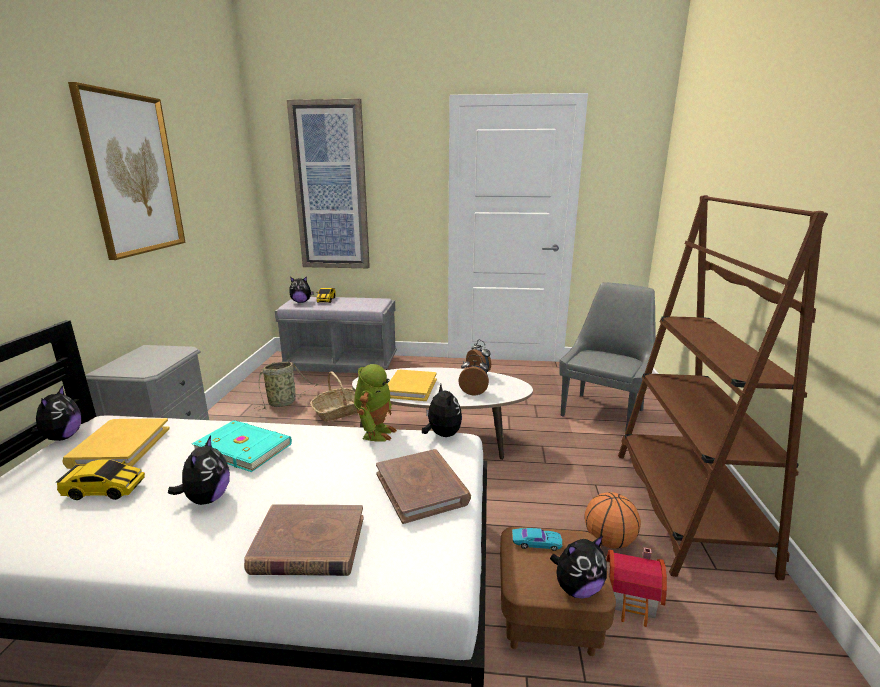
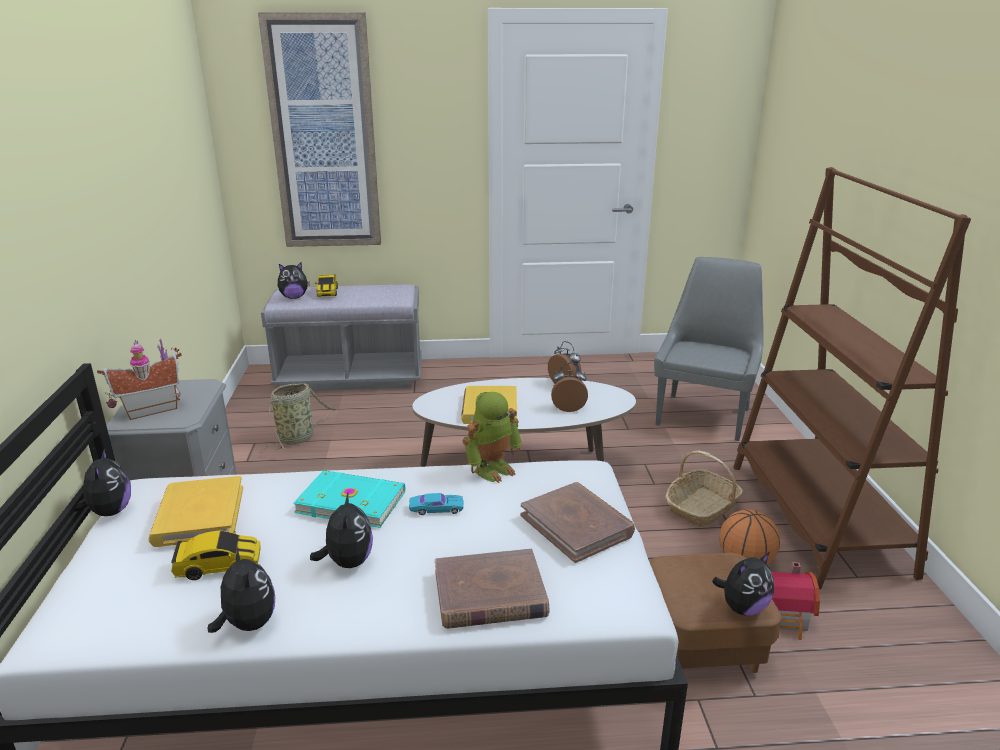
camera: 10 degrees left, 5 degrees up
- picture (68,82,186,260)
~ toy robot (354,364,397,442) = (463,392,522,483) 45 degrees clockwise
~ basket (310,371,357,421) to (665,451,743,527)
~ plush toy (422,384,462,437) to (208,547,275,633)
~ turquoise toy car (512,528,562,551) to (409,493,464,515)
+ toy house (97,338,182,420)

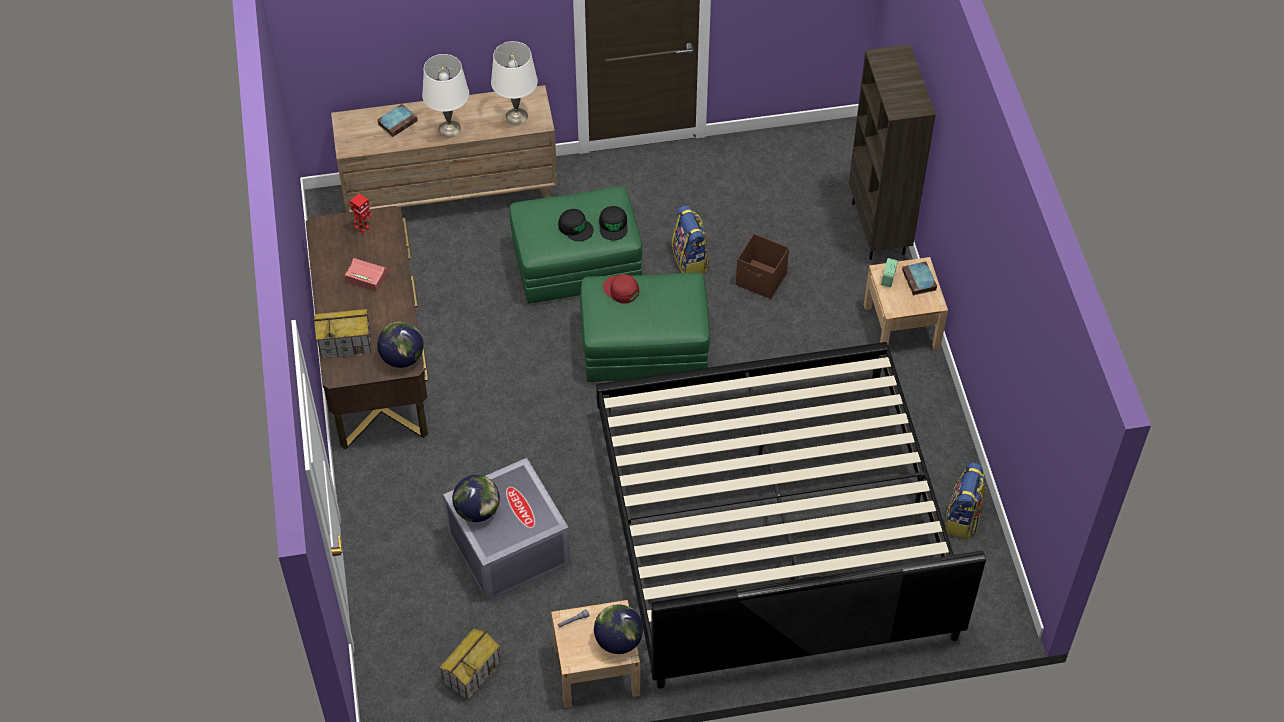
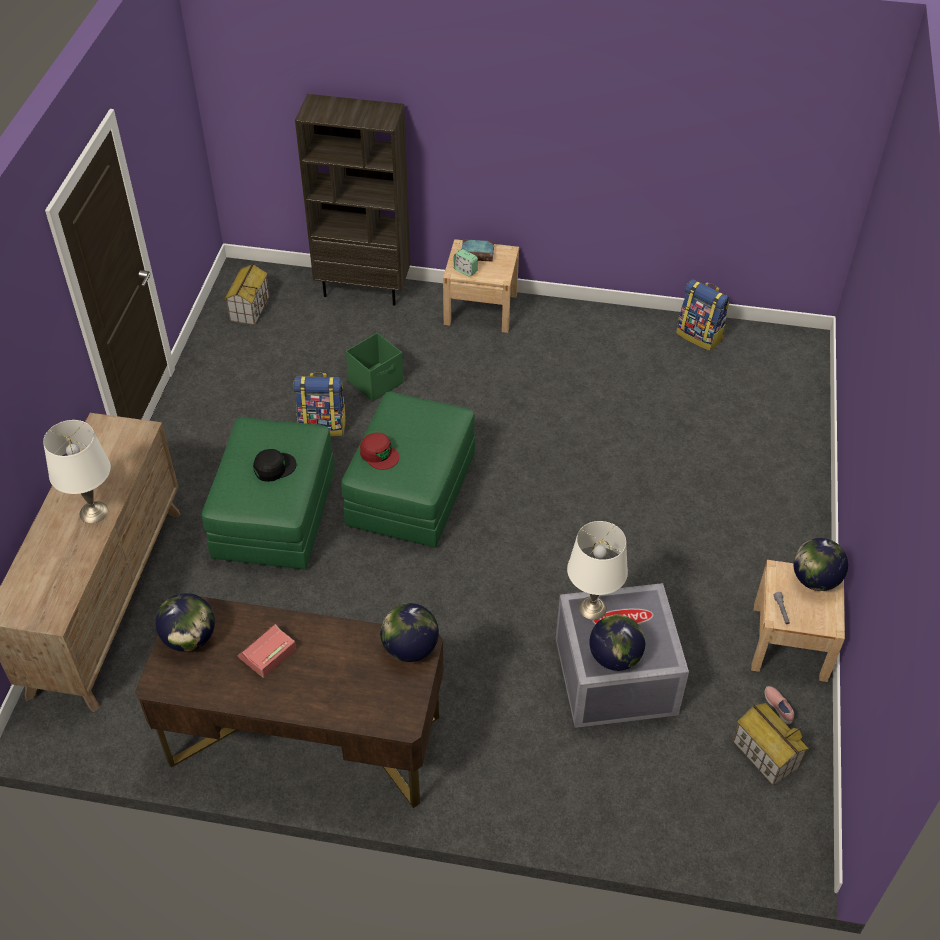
camera: 70 degrees left, 5 degrees down
~ white table lamp (491,41,538,125) to (567,521,628,620)
- book (377,104,418,137)
~ toy robot (350,193,373,233) to globe (155,593,215,652)
- black cap (599,206,628,240)
~ brown storage box (736,234,789,299) to green storage box (346,333,404,402)
~ red cap (603,274,639,304) = (360,433,400,470) 105 degrees counterclockwise
~ toy house (313,309,372,359) to (225,263,270,325)
- bed (596,342,986,689)
+ pink shoe (765,686,794,724)

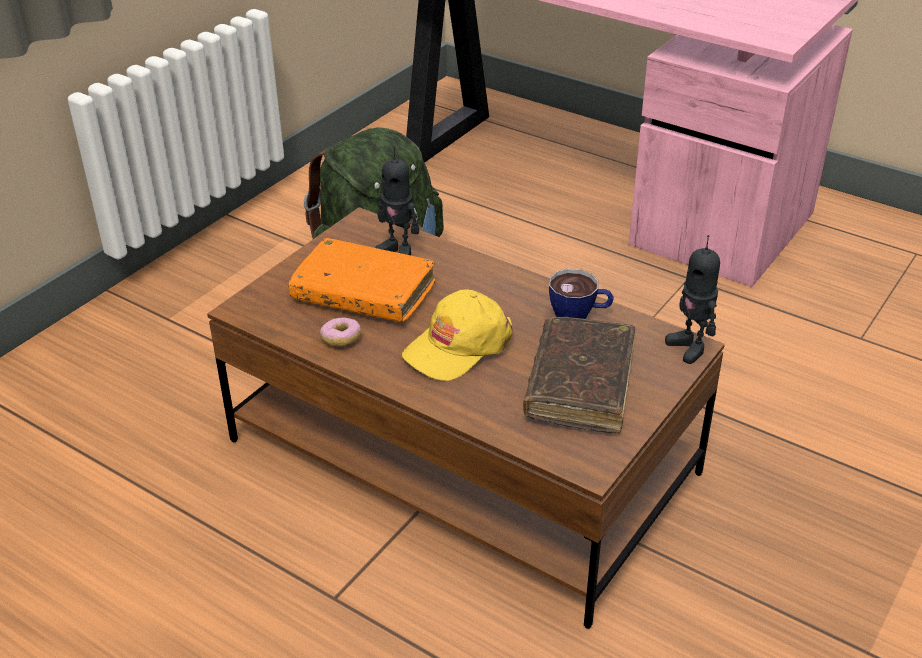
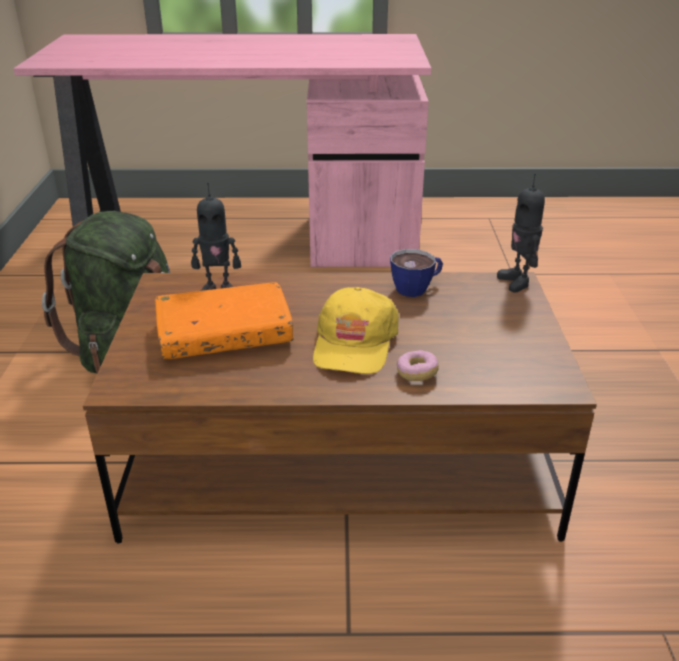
camera: 35 degrees left, 5 degrees down
~ toy robot (665,235,720,364) = (497,173,545,293) 45 degrees clockwise
~ donut (320,317,361,346) to (397,350,439,381)
- brown book (523,317,635,434)

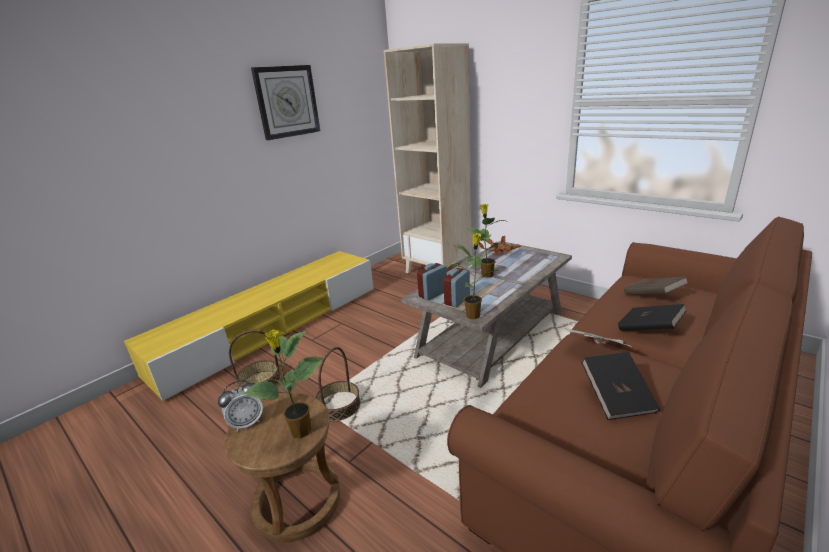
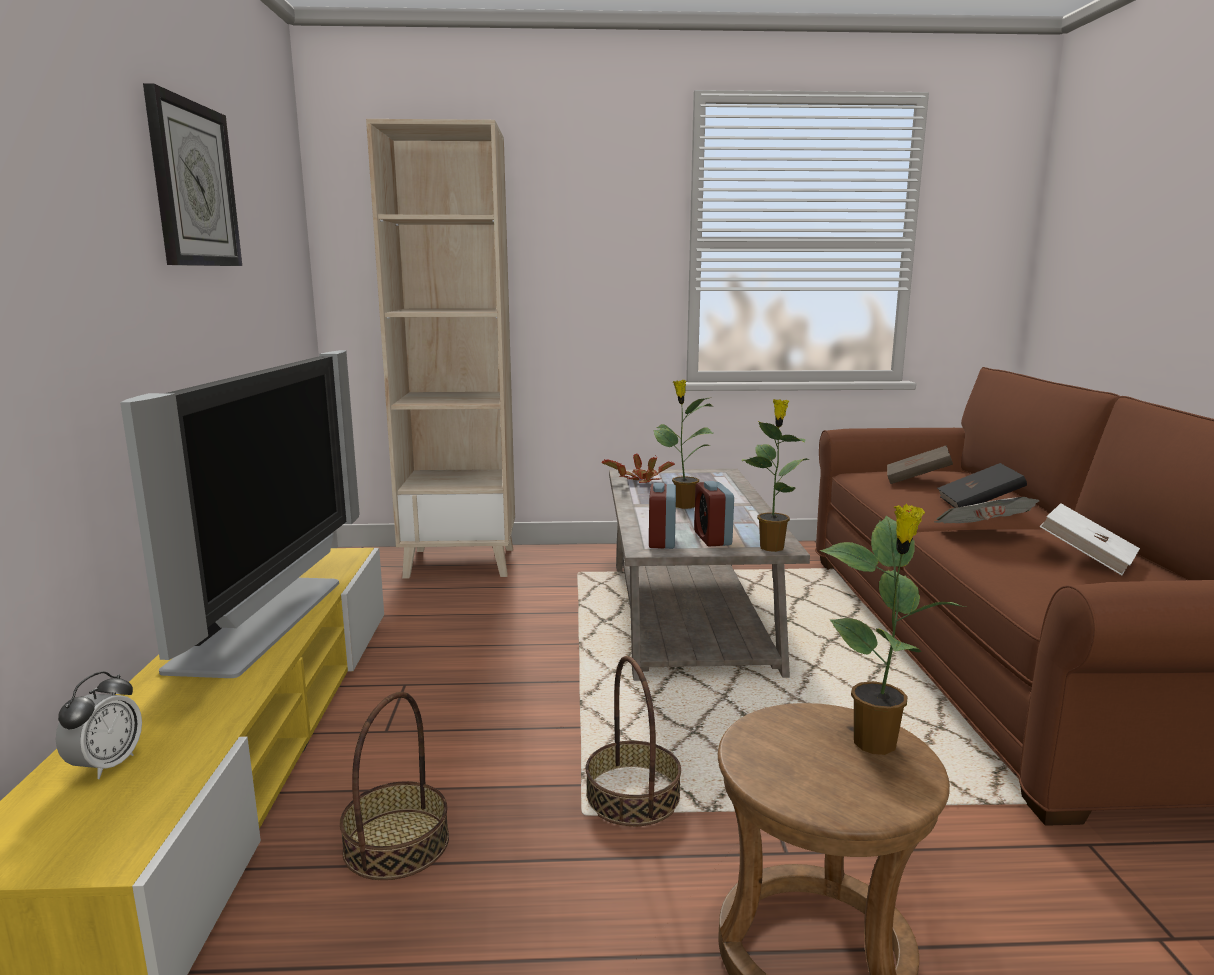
camera: 45 degrees left, 10 degrees down
~ black book (582,352,660,420) to white book (1039,503,1140,575)
~ alarm clock (218,380,263,432) to (56,671,142,779)
+ television (120,350,360,678)

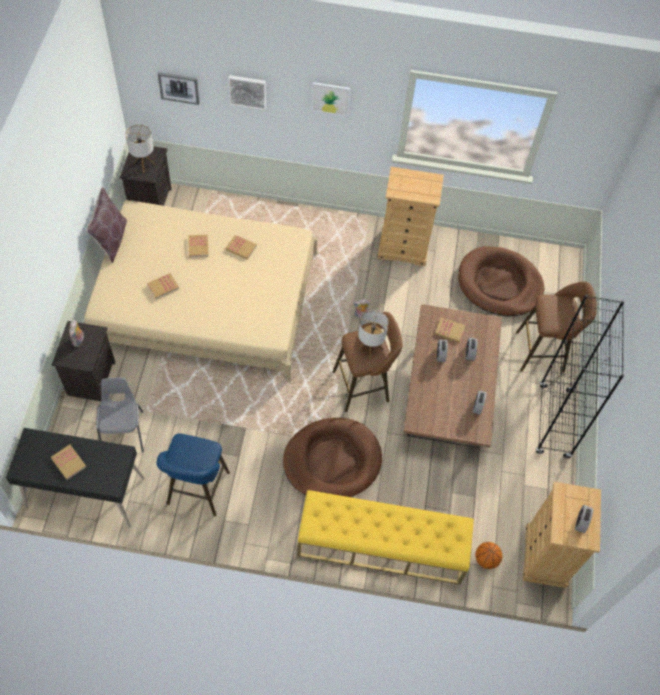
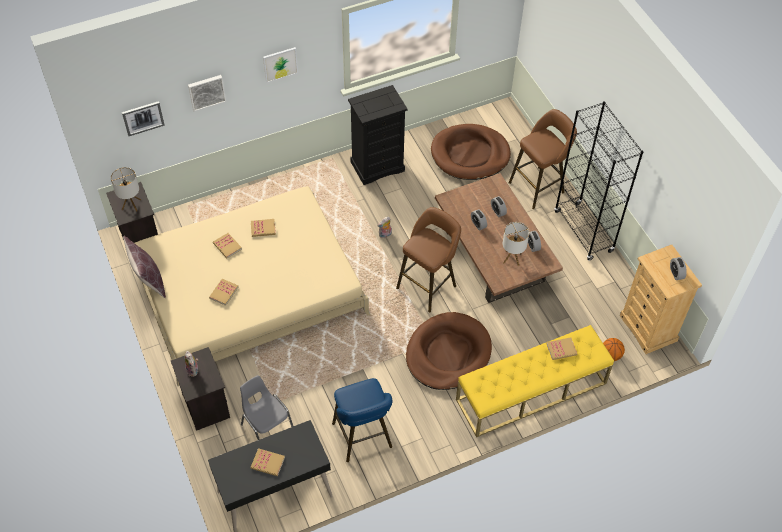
camera: 30 degrees left, 5 degrees down
~ beige dresser (377,167,444,266) to black dresser (348,85,408,185)
~ table lamp (358,310,389,359) to (502,222,530,266)
~ book (435,317,466,343) to (547,337,577,360)

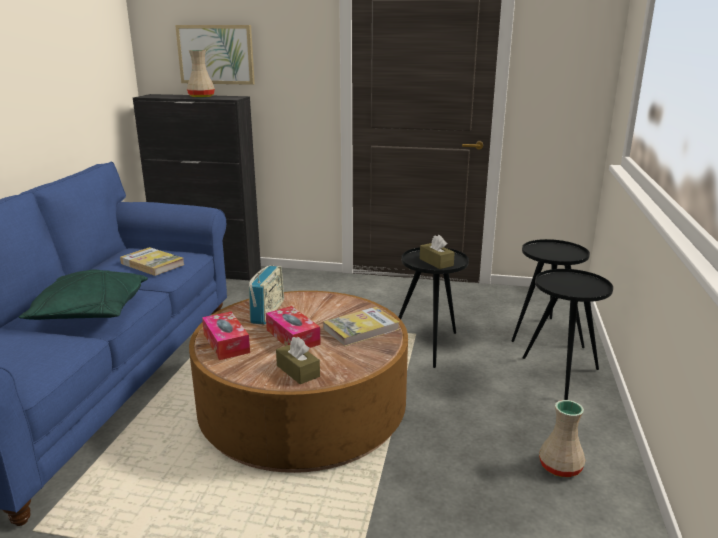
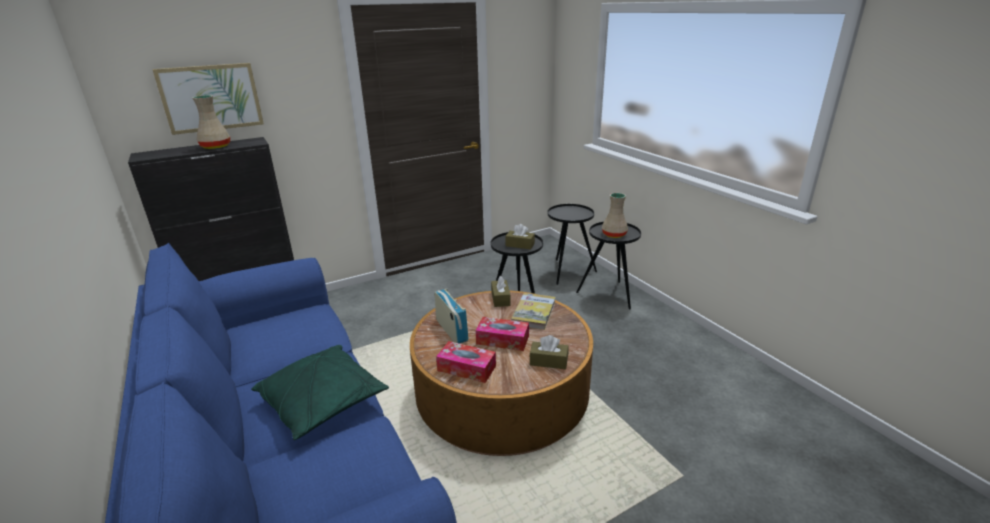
camera: 40 degrees left, 5 degrees up
- book (120,247,184,276)
~ beige vase (539,400,585,477) to (602,193,628,238)
+ brown tissue box (491,276,511,307)

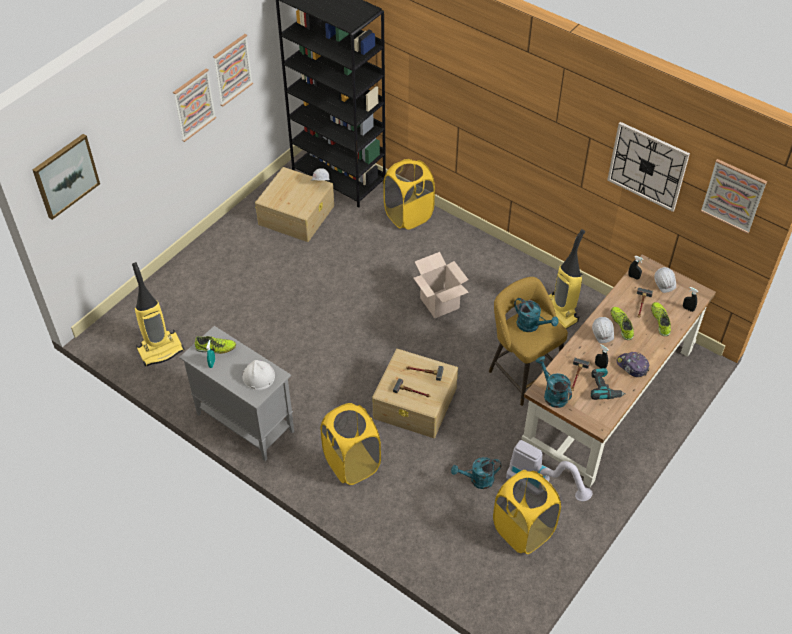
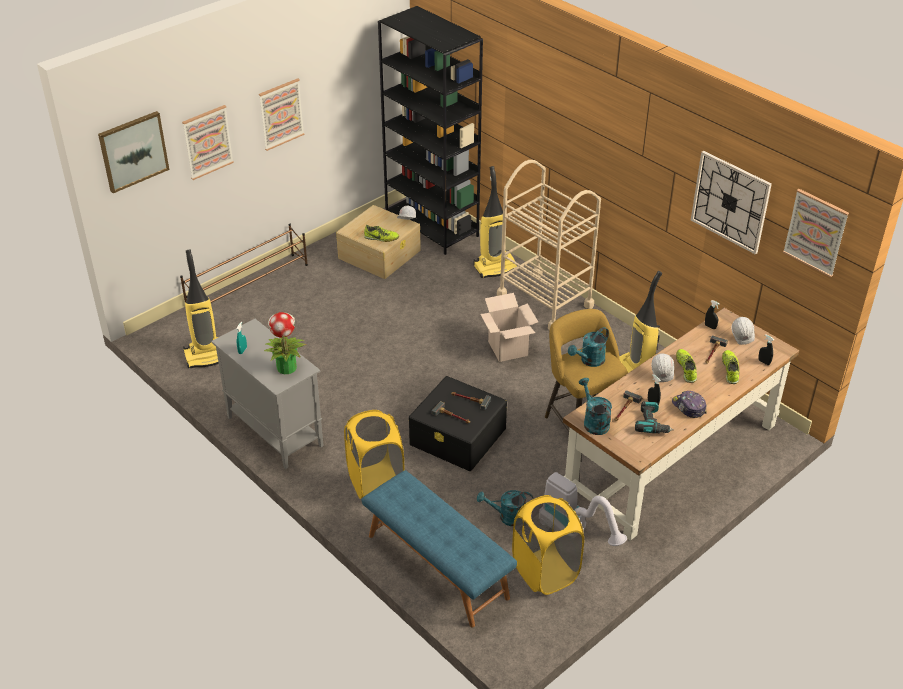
camera: 10 degrees right, 10 degrees down
~ picture (213,34,253,106) to (182,105,234,180)
~ yellow laundry basket (383,159,435,230) to vacuum cleaner (474,166,517,278)
~ turquoise watering can (514,298,559,332) = (568,327,609,367) 90 degrees clockwise
~ shoe (195,336,236,354) to (364,225,399,242)
~ beige storage box (372,349,458,438) to black storage box (409,376,507,471)
~ white hard hat (242,360,275,390) to potted plant (264,312,306,374)
+ beige cart (497,160,601,331)
+ brown shoe rack (180,224,308,303)
+ blue bench (362,470,517,628)

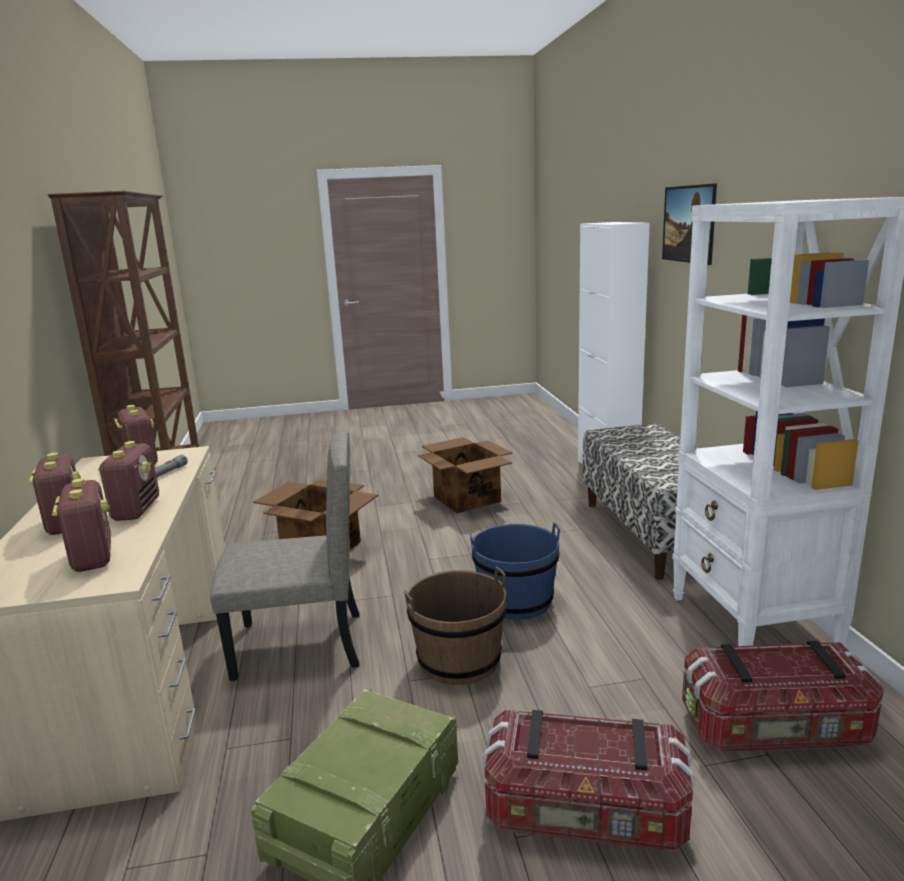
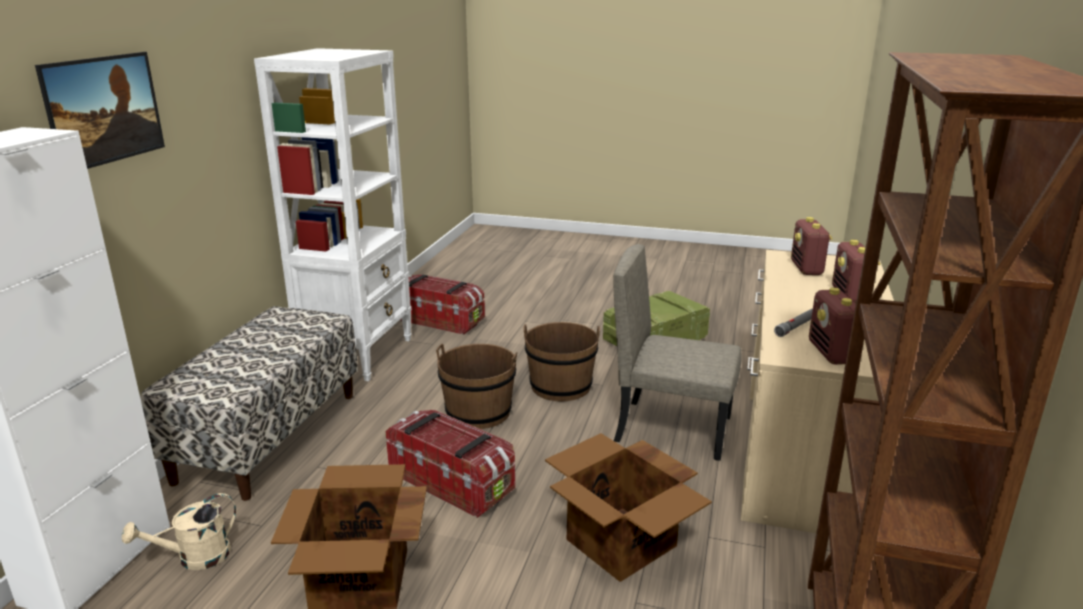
camera: 155 degrees left, 5 degrees up
- radio (98,441,159,521)
~ blue bucket (470,522,560,620) to brown bucket (436,344,517,429)
~ storage box (483,710,695,851) to (386,410,515,518)
+ beige watering can (122,493,236,570)

